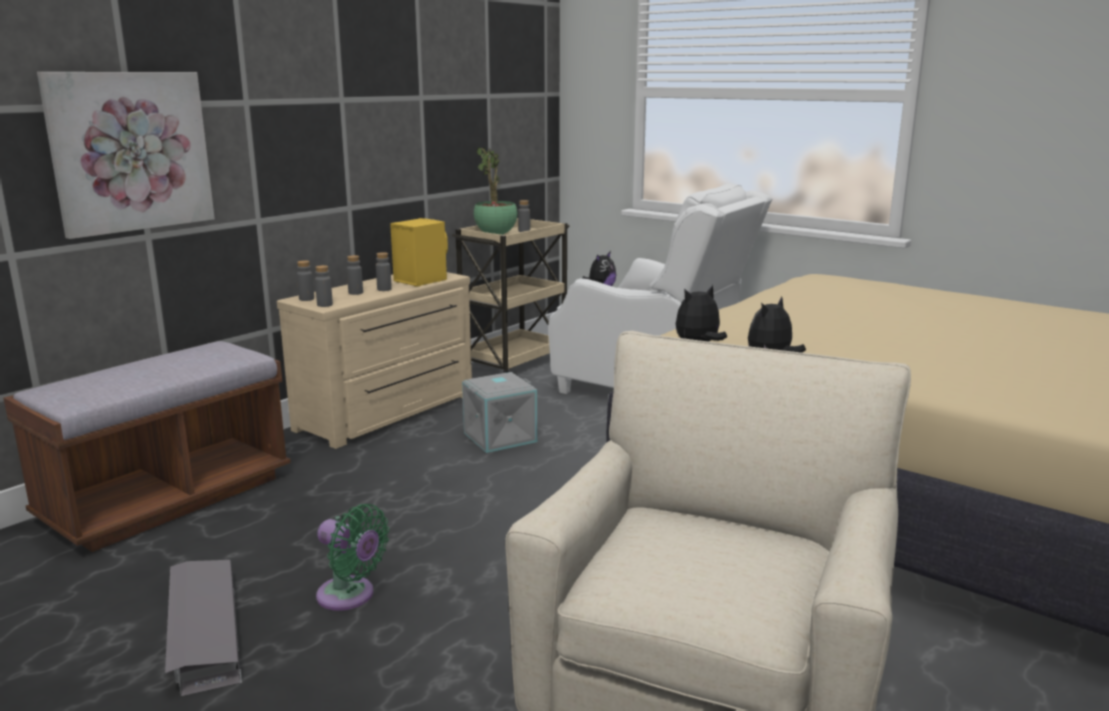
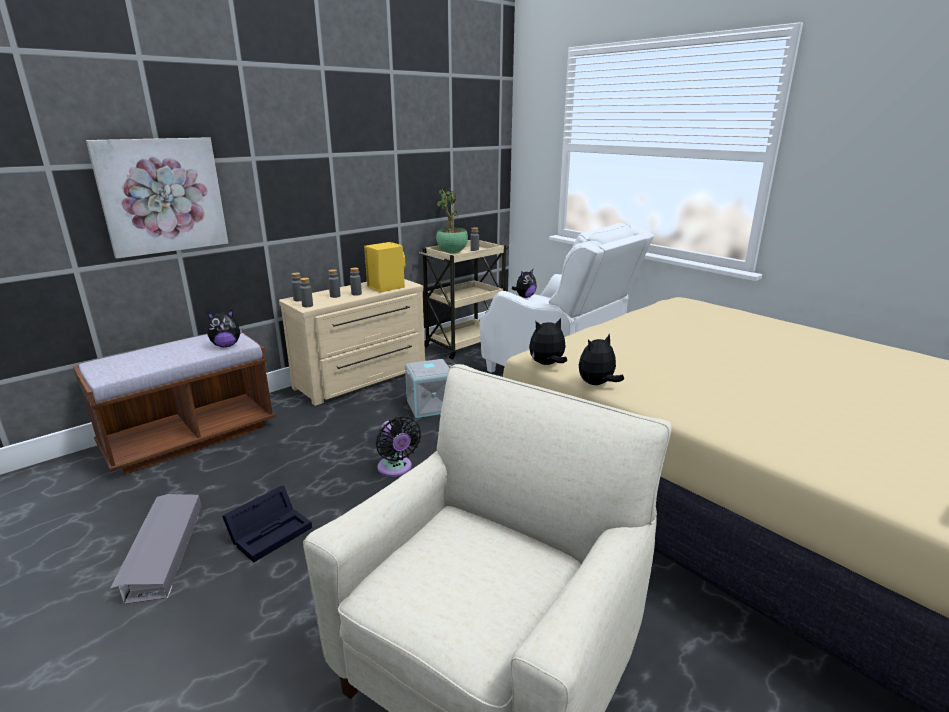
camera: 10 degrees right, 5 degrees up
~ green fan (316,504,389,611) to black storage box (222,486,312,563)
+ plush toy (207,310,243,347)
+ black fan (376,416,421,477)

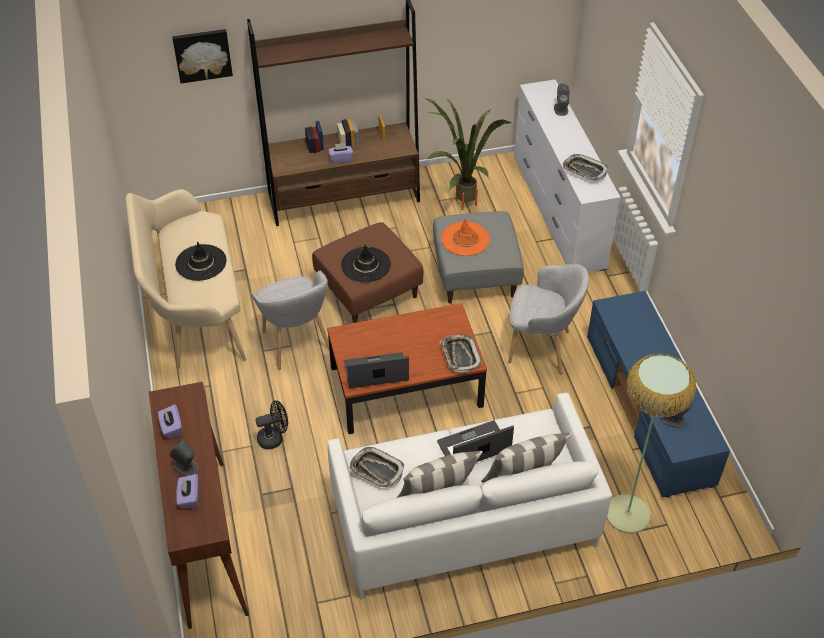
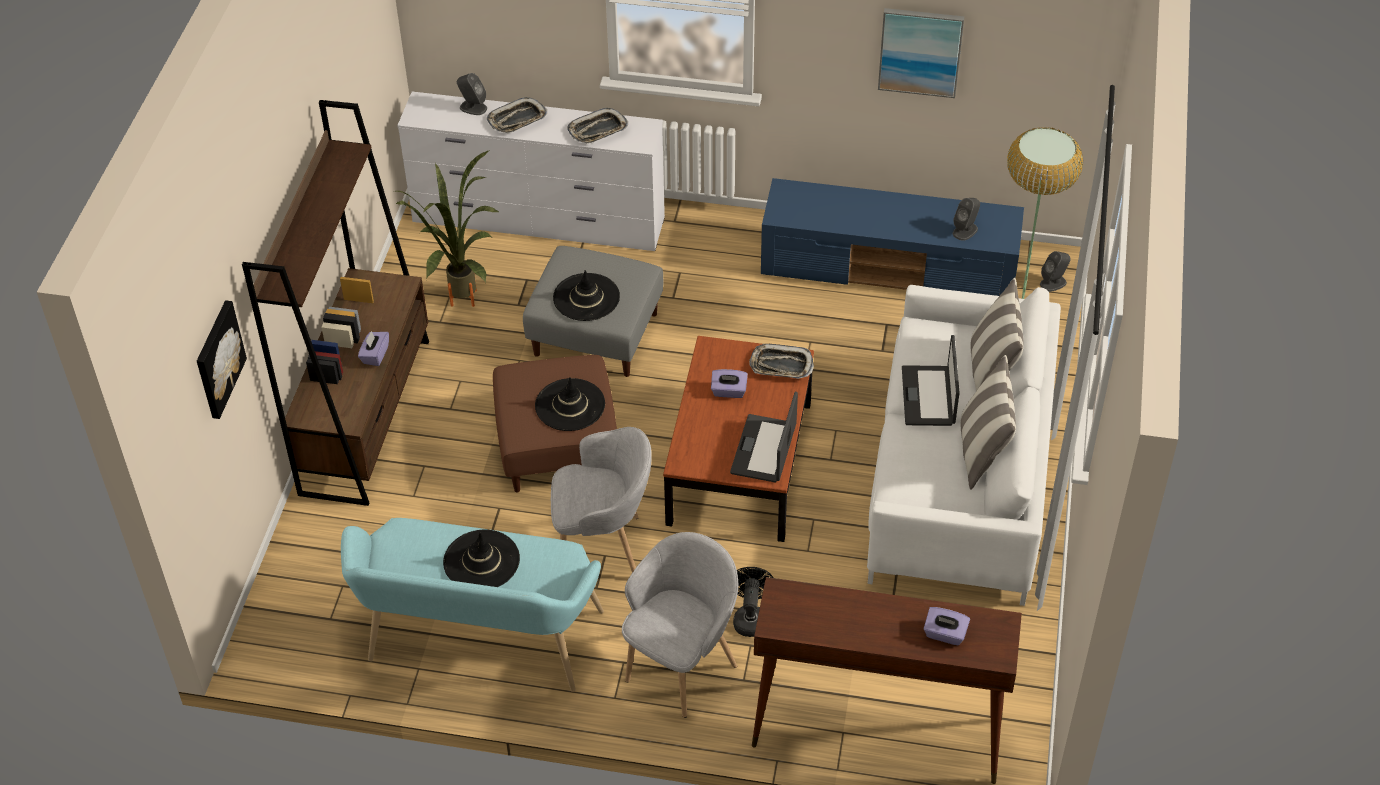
camera: 65 degrees left, 0 degrees up
~ beige bench (125,189,246,369) to turquoise bench (341,518,604,692)
~ orange hat (441,218,490,256) to black hat (553,270,620,321)
~ grey armchair (508,264,589,374) to (622,532,738,718)
~ purple tissue box (158,404,182,439) to (711,369,748,398)
~ grey speaker (170,439,199,476) to (1040,251,1071,292)
~ tray (350,447,404,488) to (487,97,547,133)
+ picture (878,8,964,98)

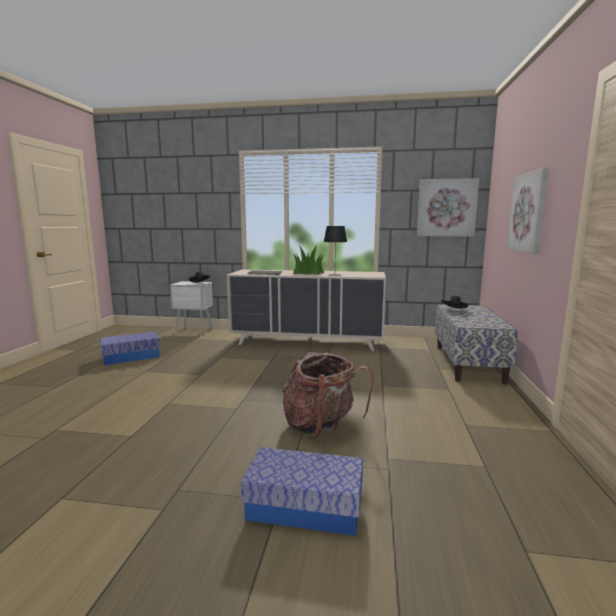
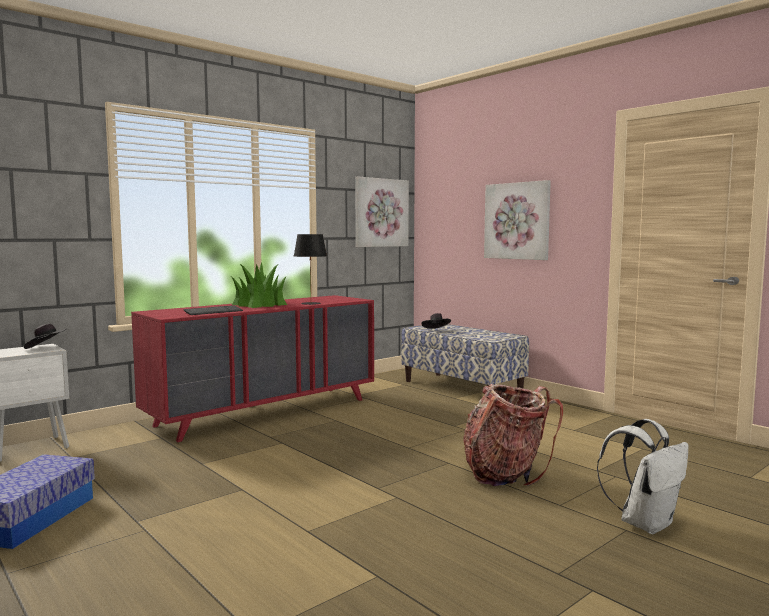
camera: 50 degrees left, 5 degrees down
~ beige dresser (227,270,386,351) to red dresser (131,295,374,442)
~ storage box (240,447,363,536) to white backpack (597,419,689,534)

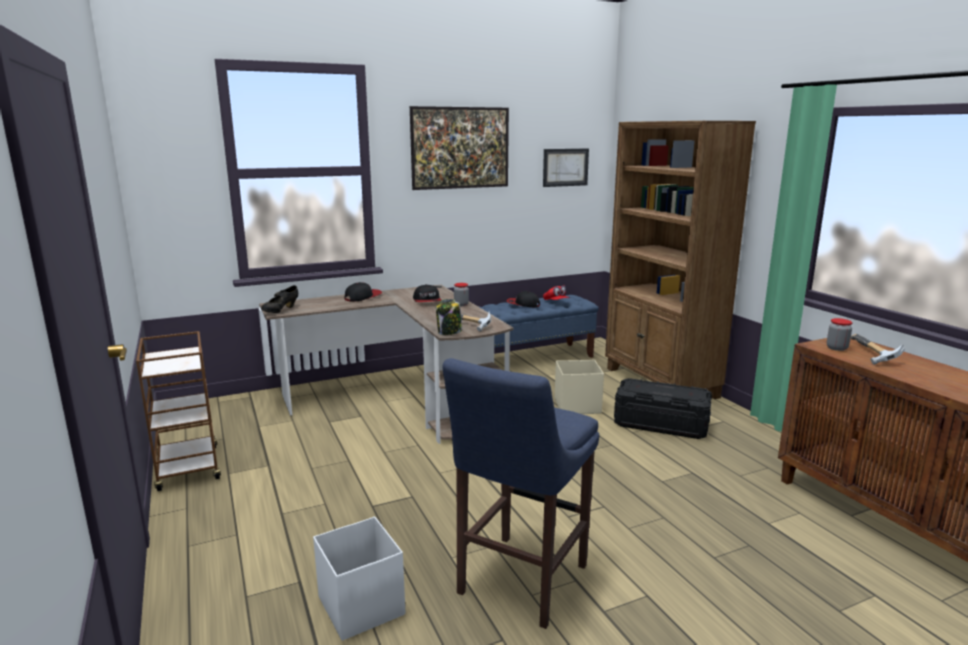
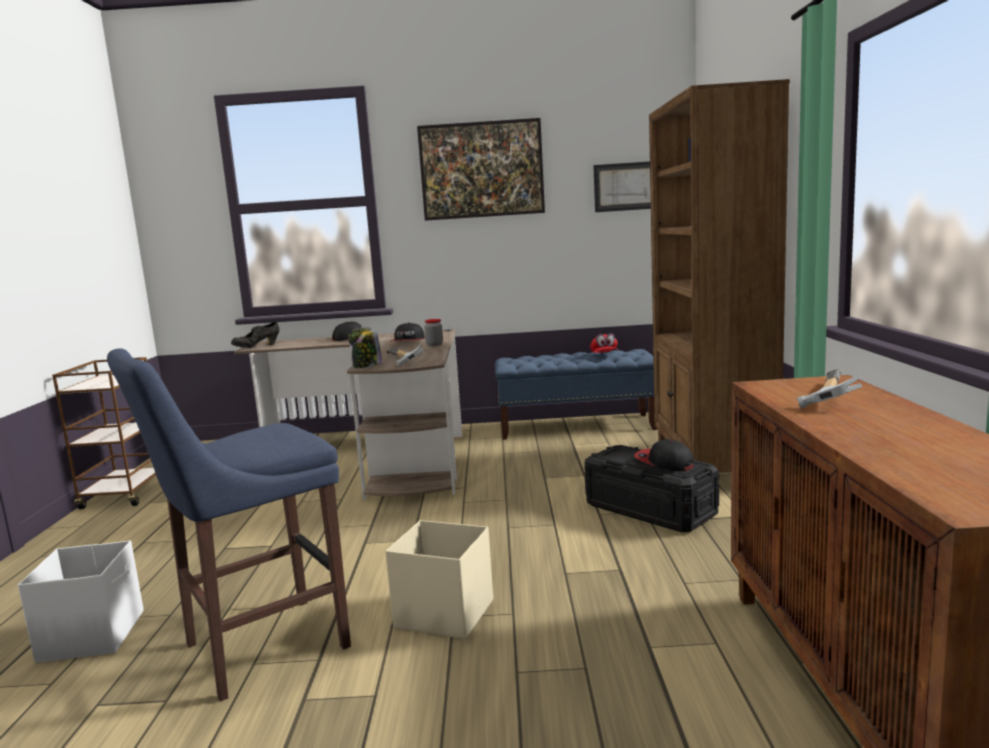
camera: 25 degrees right, 5 degrees down
~ cap (507,291,540,307) to (634,439,694,471)
- jar (827,318,852,351)
~ beige storage box (555,360,604,414) to (385,520,493,639)

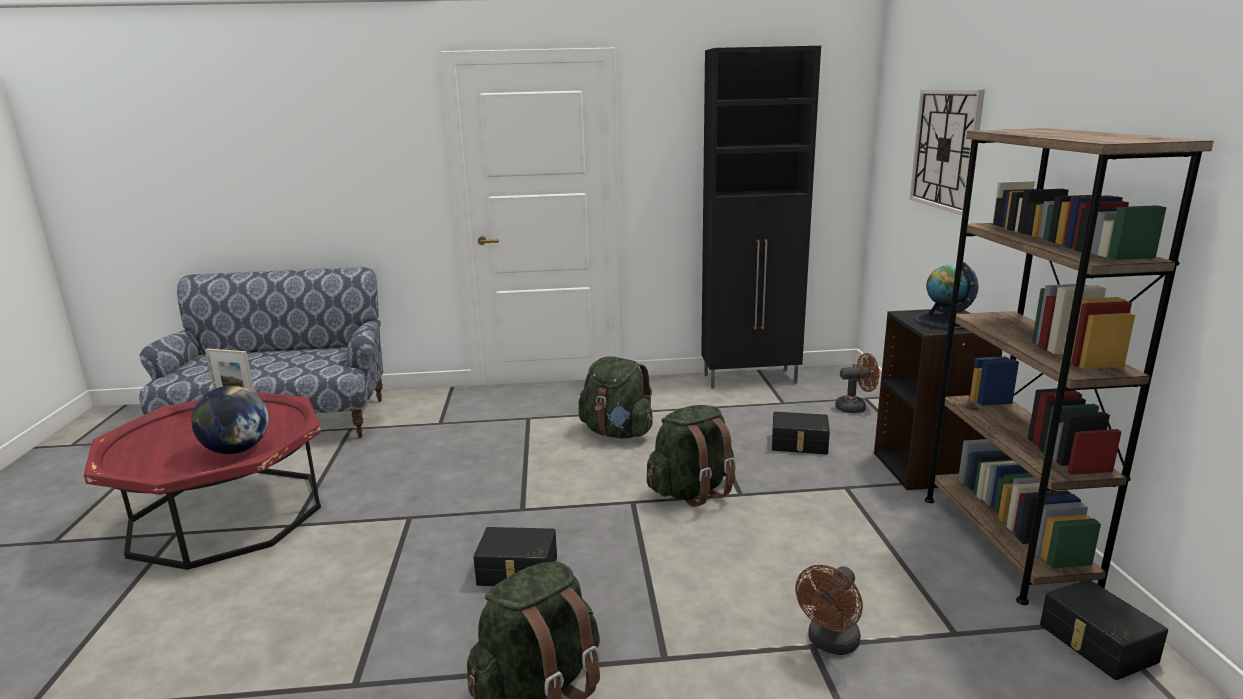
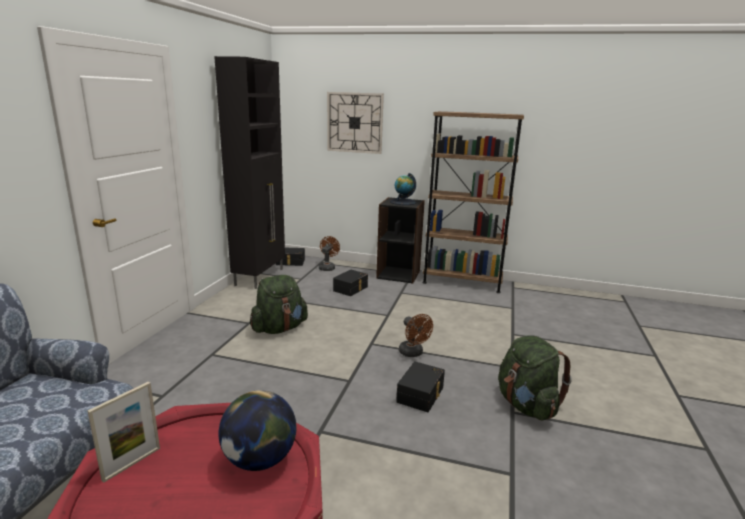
camera: 70 degrees left, 0 degrees up
- green backpack (647,405,736,507)
~ brown fan (795,565,863,655) to (399,314,433,357)
~ black storage box (1040,579,1168,680) to (276,248,305,266)

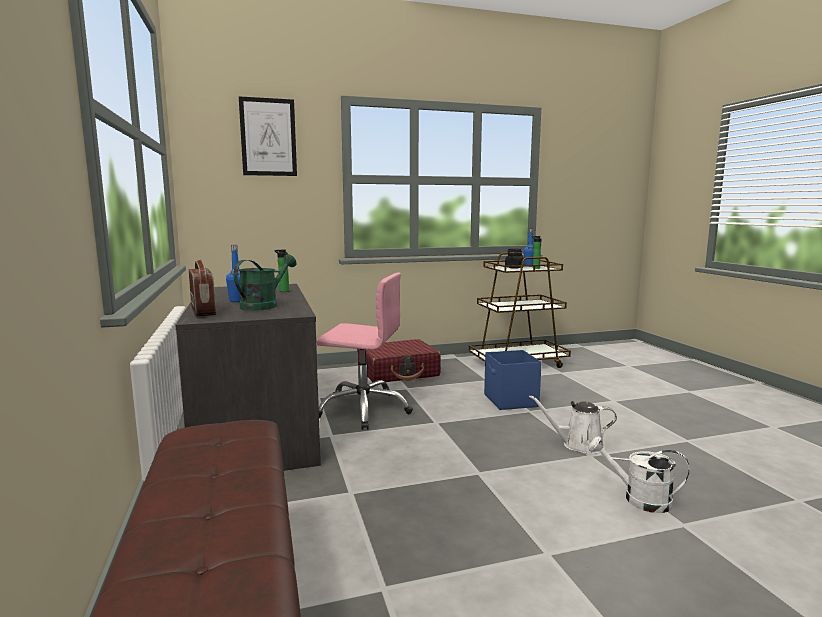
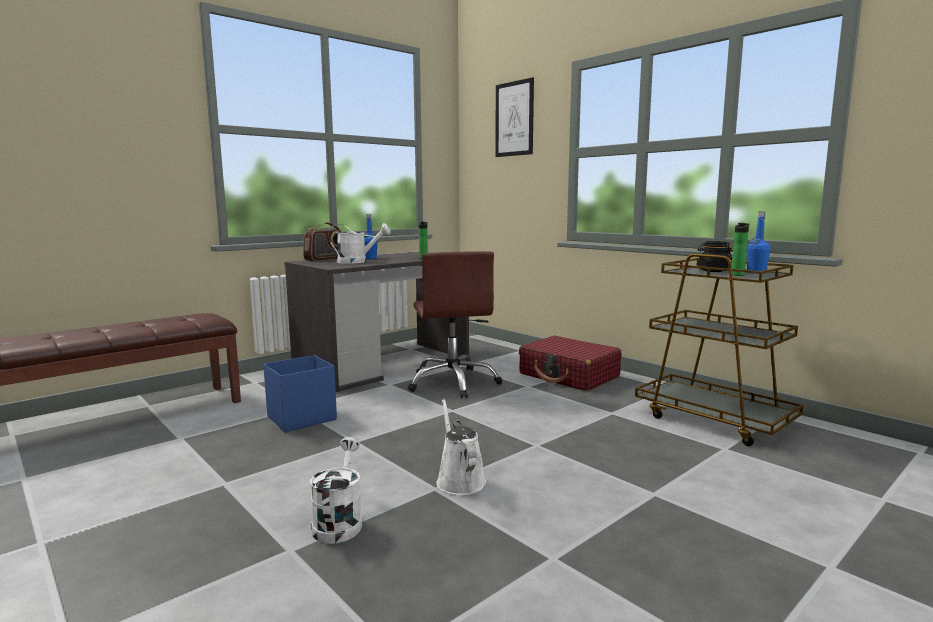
camera: 65 degrees right, 0 degrees up
~ green watering can (234,254,296,311) to white watering can (329,223,391,264)
~ pink office chair (316,272,413,430) to brown office chair (407,251,502,398)
~ blue storage box (484,350,542,410) to (263,355,337,432)

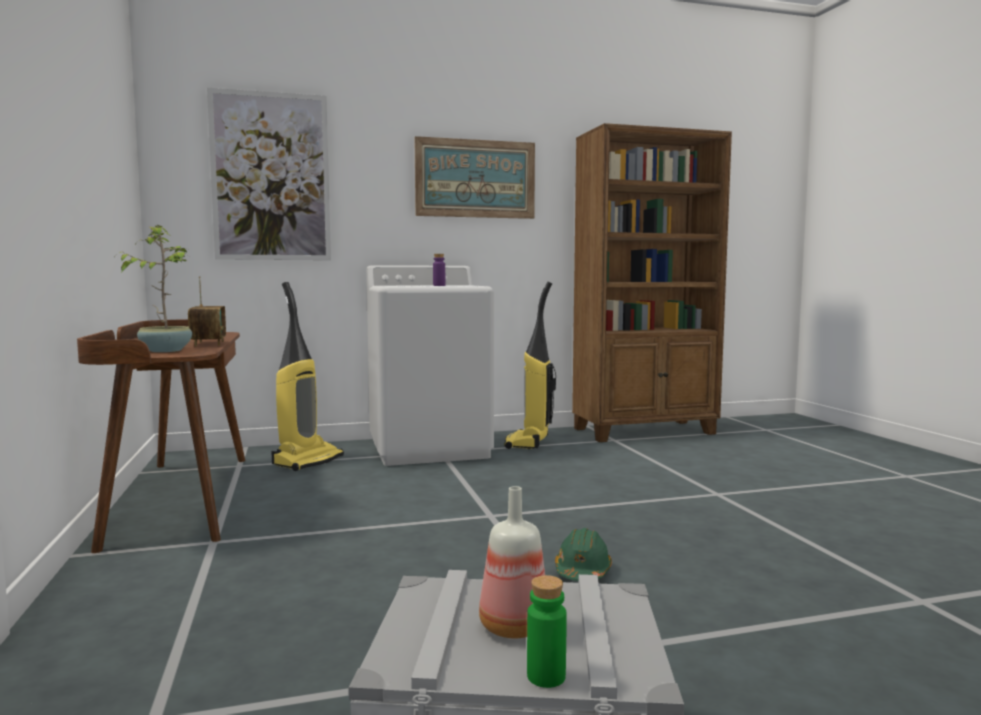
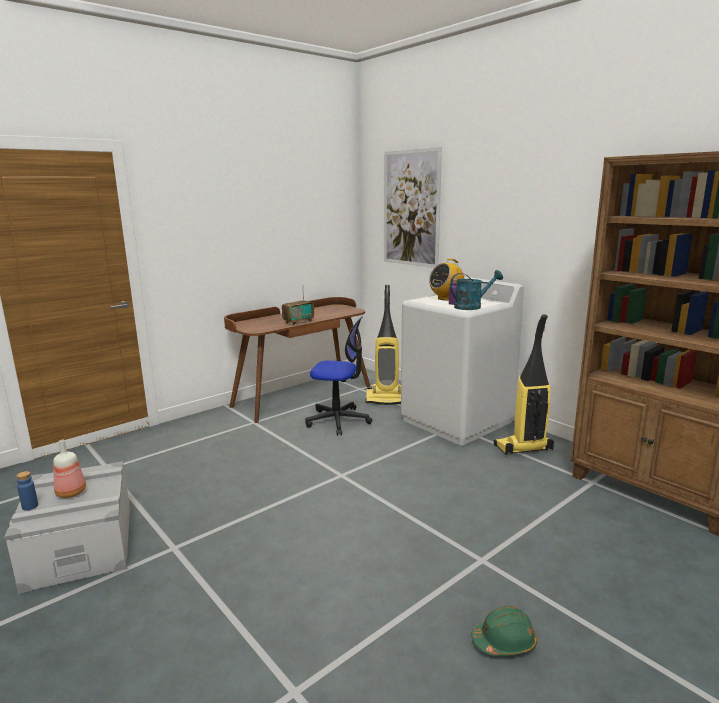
camera: 65 degrees right, 10 degrees up
- picture (414,136,535,219)
- potted plant (116,225,192,352)
~ green hard hat (555,528,612,581) to (472,606,537,656)
~ green bottle (527,575,567,688) to blue bottle (16,471,38,511)
+ radio (429,259,464,300)
+ turquoise watering can (450,270,503,310)
+ office chair (305,316,372,436)

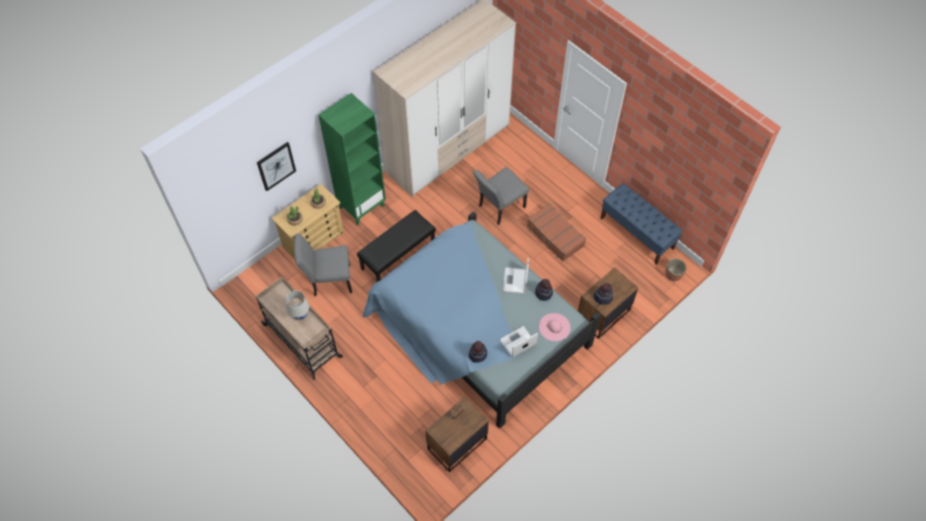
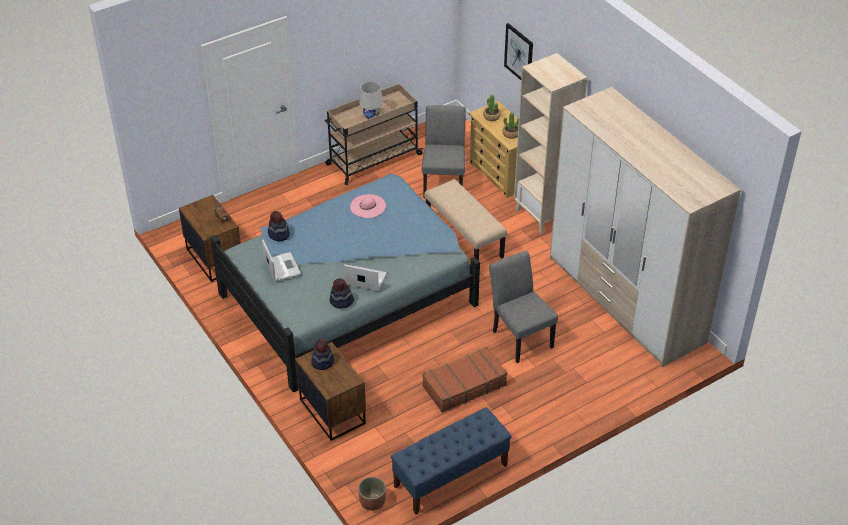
camera: 100 degrees right, 15 degrees down
~ green bookcase (319,93,386,226) to beige bookcase (514,53,587,234)
~ black bench (357,210,436,282) to beige bench (424,179,507,260)
~ pink hat (539,313,570,341) to (350,194,386,218)

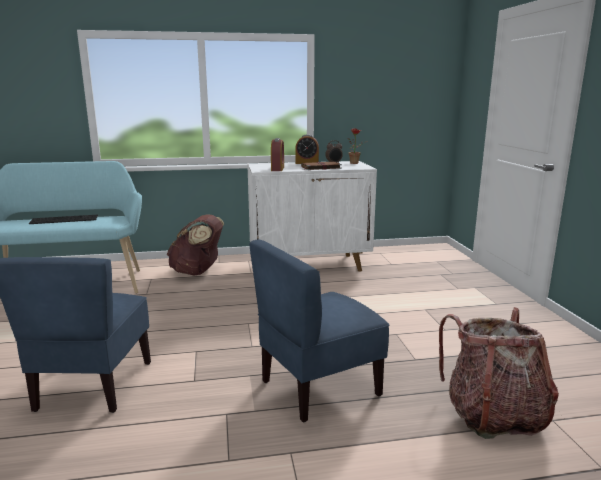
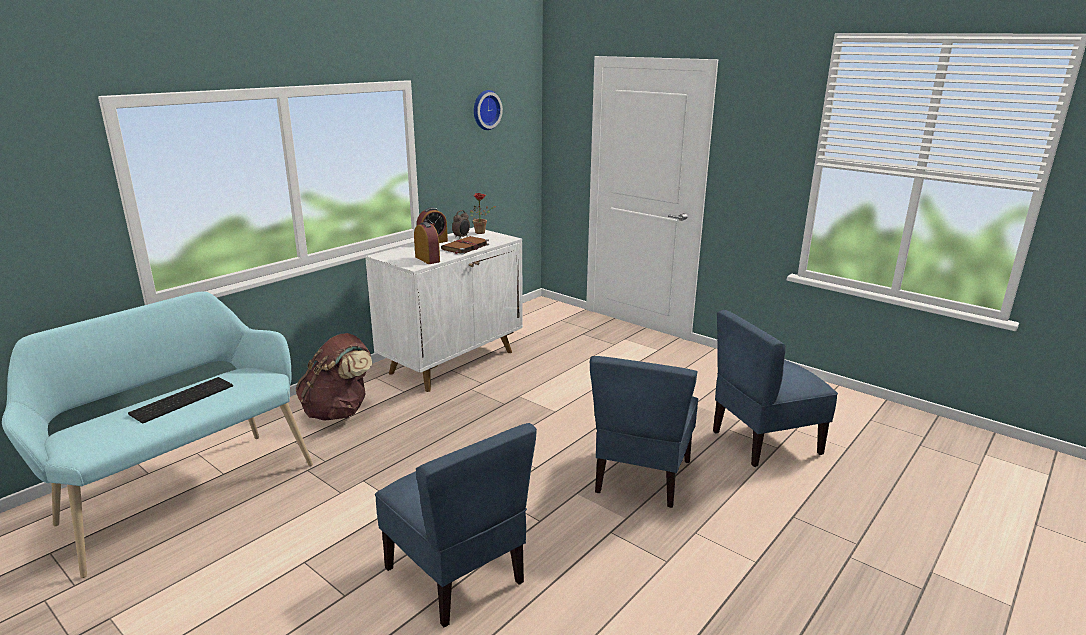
camera: 40 degrees left, 5 degrees up
~ backpack (439,307,559,439) to blue chair (713,310,838,467)
+ wall clock (474,90,503,130)

